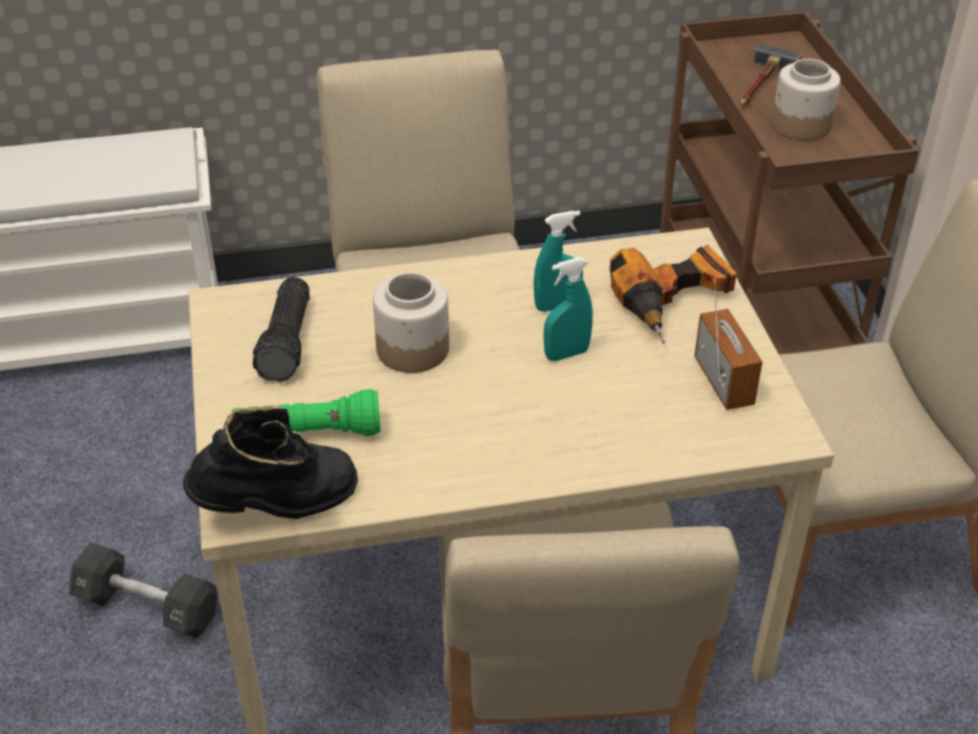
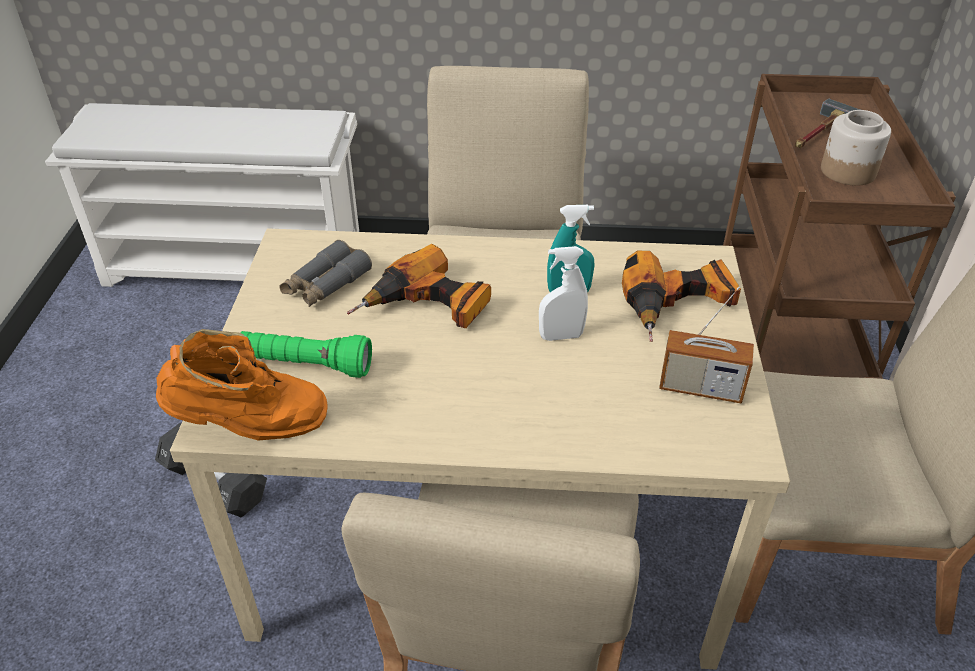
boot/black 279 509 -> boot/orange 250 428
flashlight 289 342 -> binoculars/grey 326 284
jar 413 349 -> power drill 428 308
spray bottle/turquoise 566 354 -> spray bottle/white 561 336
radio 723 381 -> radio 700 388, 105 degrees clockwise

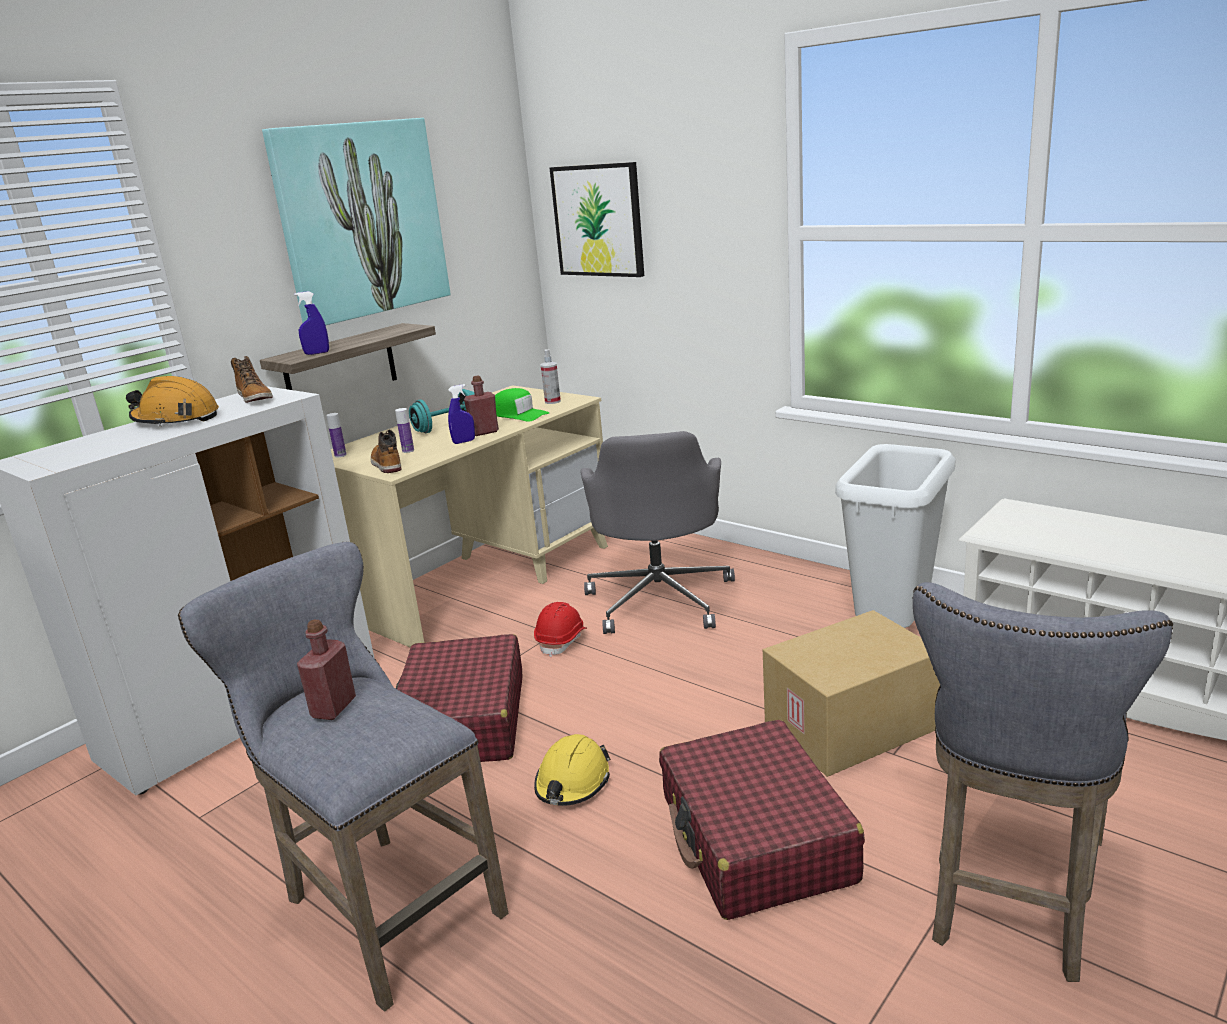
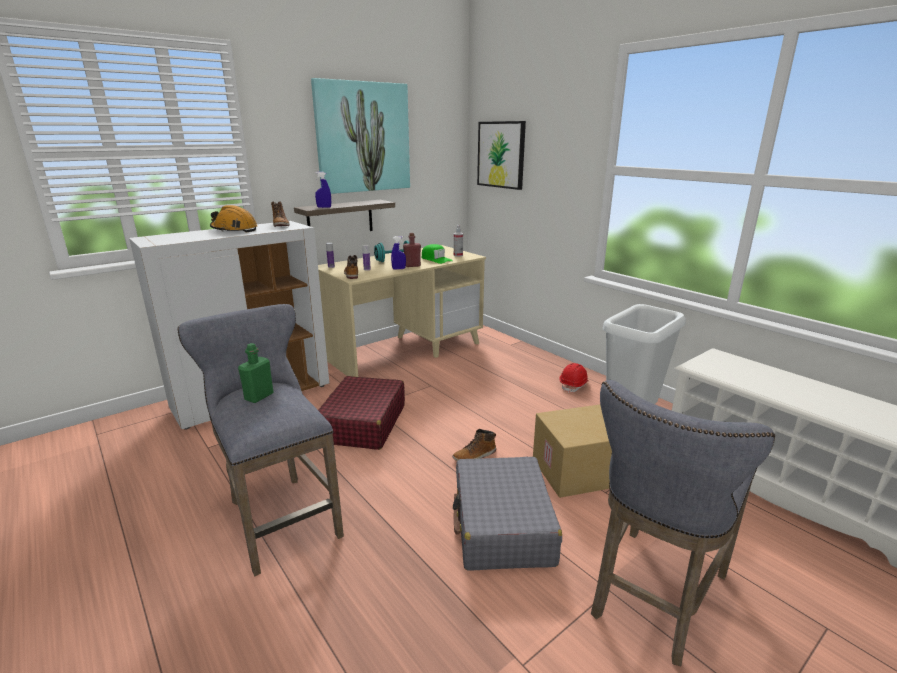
bottle/red 333 708 -> bottle/green 259 396
none -> boot 475 456
suitcase/red 756 839 -> suitcase/grey 502 525
hard hat/red 562 640 -> hard hat/red 574 385, relocated
hard hat/yellow 572 783 -> none
office chair/grey 660 599 -> none

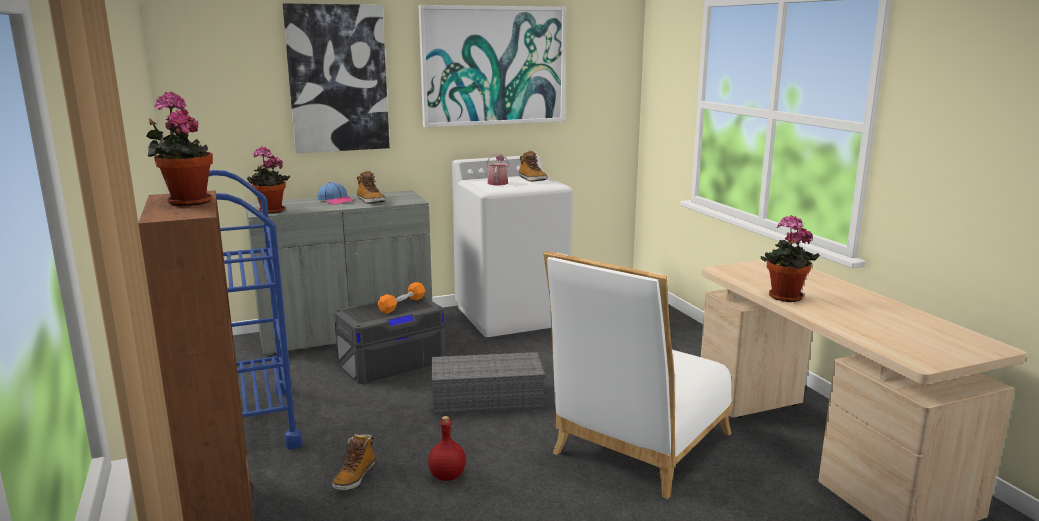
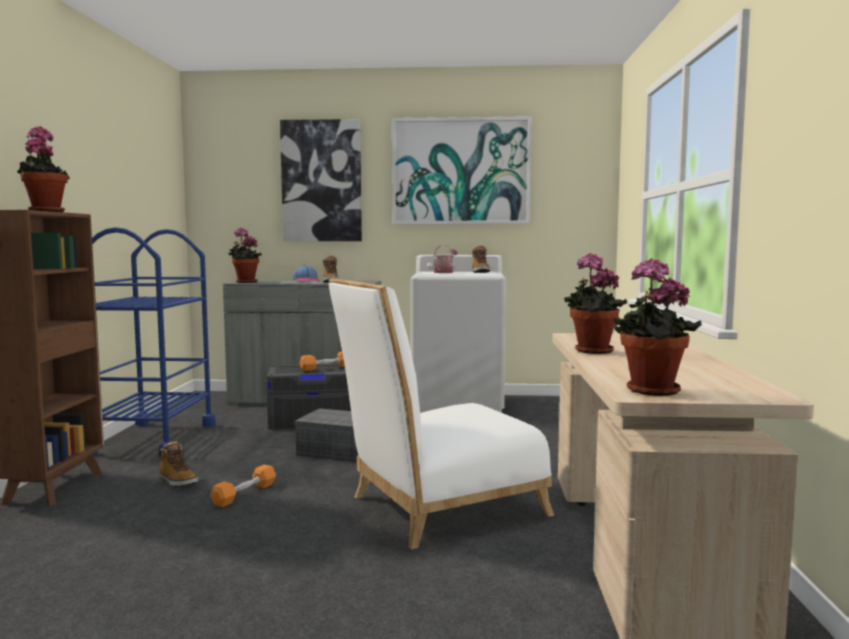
boot 355 477 -> boot 177 481, 90 degrees counterclockwise
bottle/red 446 476 -> dumbbell/orange 244 494
none -> potted plant 650 391

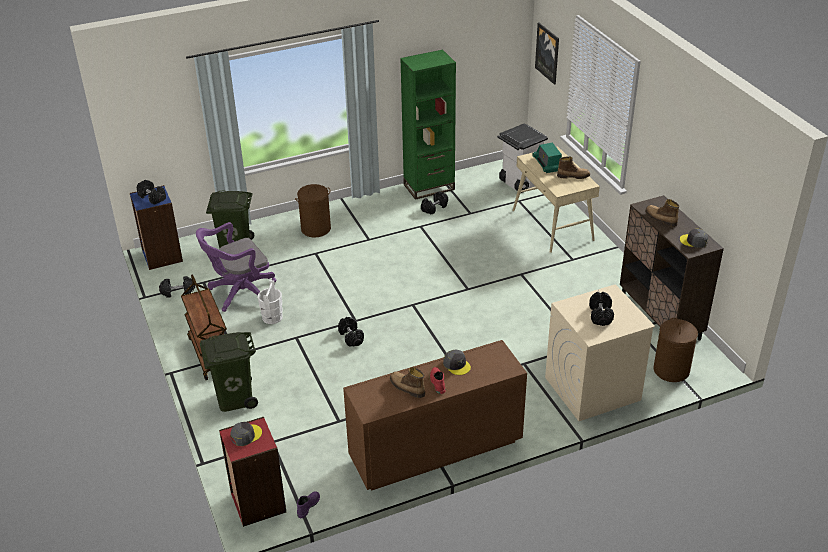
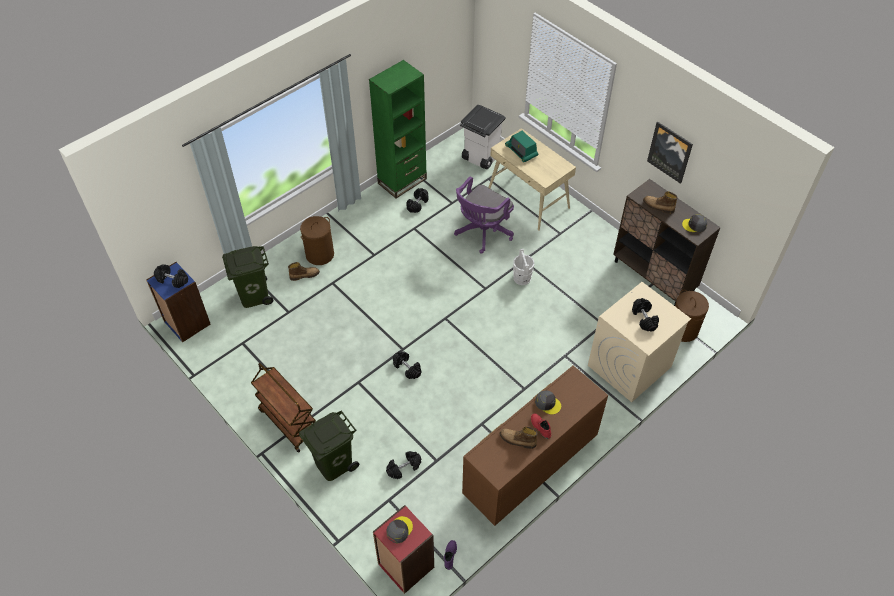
boot 573 176 -> boot 304 275, relocated
dumbbell/black 178 292 -> dumbbell/black 404 467, relocated
office chair/purple 239 293 -> office chair/purple 482 233, relocated
bucket/white 272 317 -> bucket/white 522 278, relocated
picture 547 53 -> picture 670 152, relocated

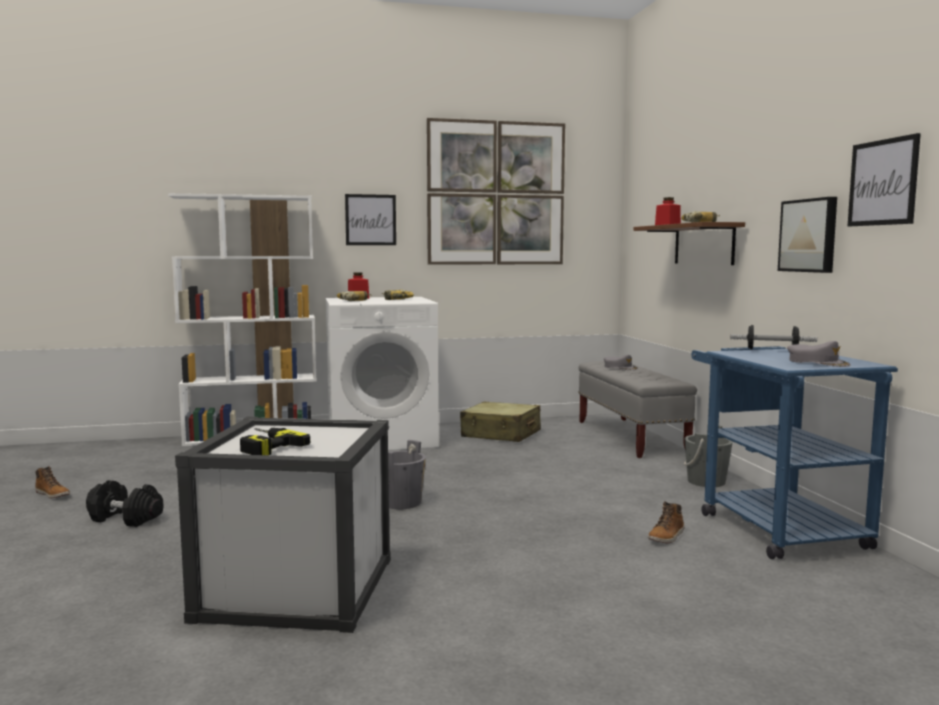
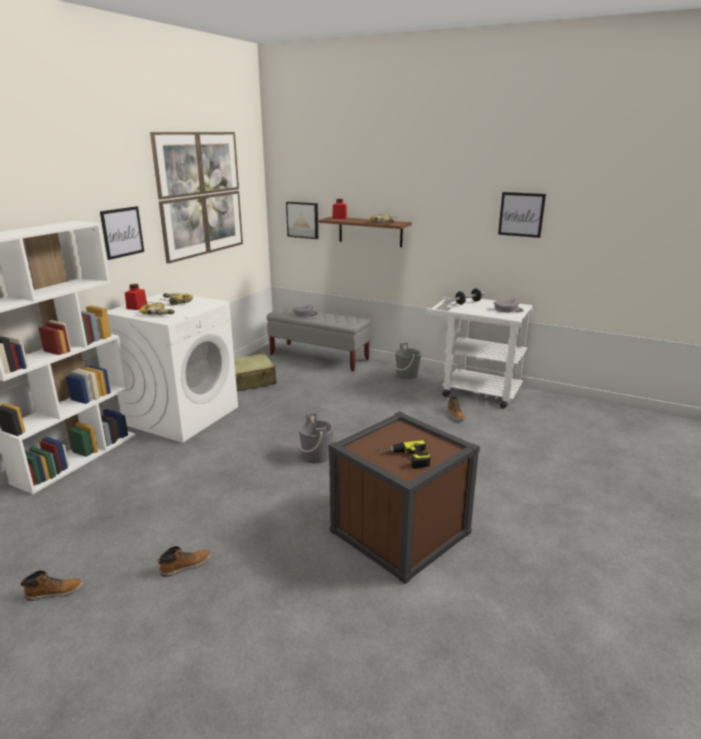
dumbbell/black 126 518 -> boot 185 565
picture 809 235 -> picture 303 220, relocated
storage box/white 297 588 -> storage box/brown 400 532
cart/blue 773 526 -> cart/white 473 390

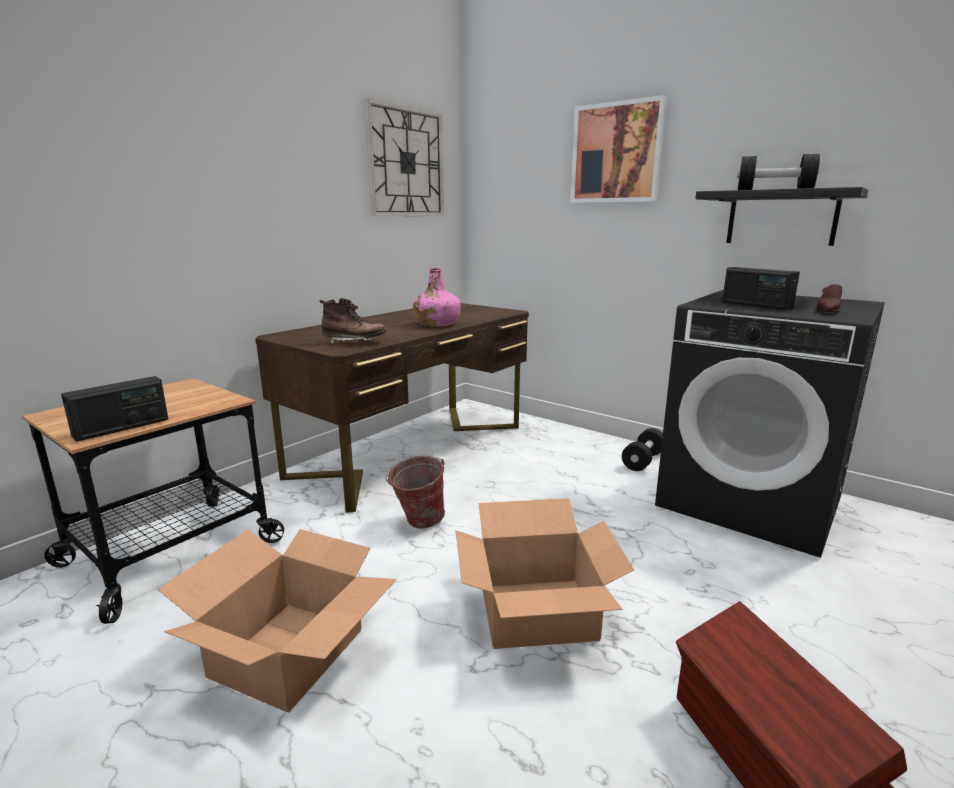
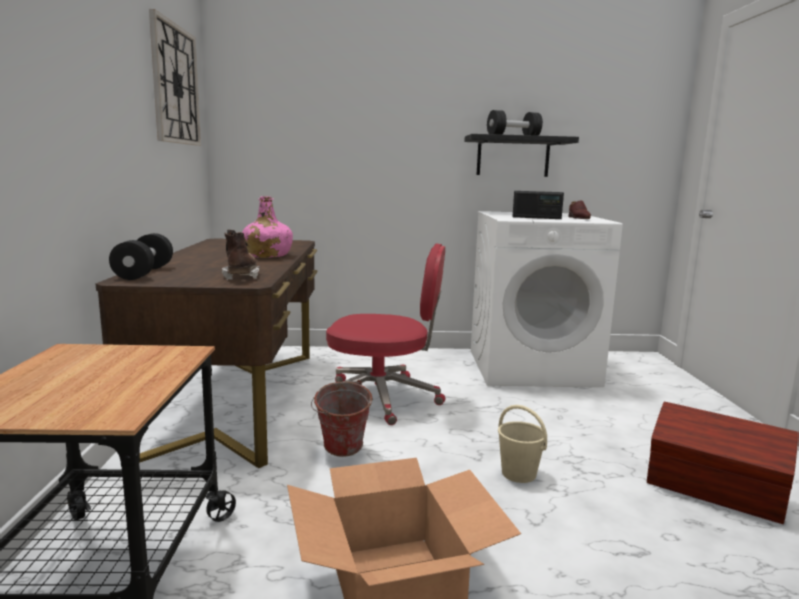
dumbbell/black 643 461 -> dumbbell/black 144 273, relocated
boot/brown 354 342 -> boot/brown 241 276, 60 degrees counterclockwise
none -> office chair/red 383 398
washing machine/black 750 501 -> washing machine/white 532 367
cardboard box 538 613 -> bucket/beige 519 474
radio 122 428 -> none
picture 616 153 -> none

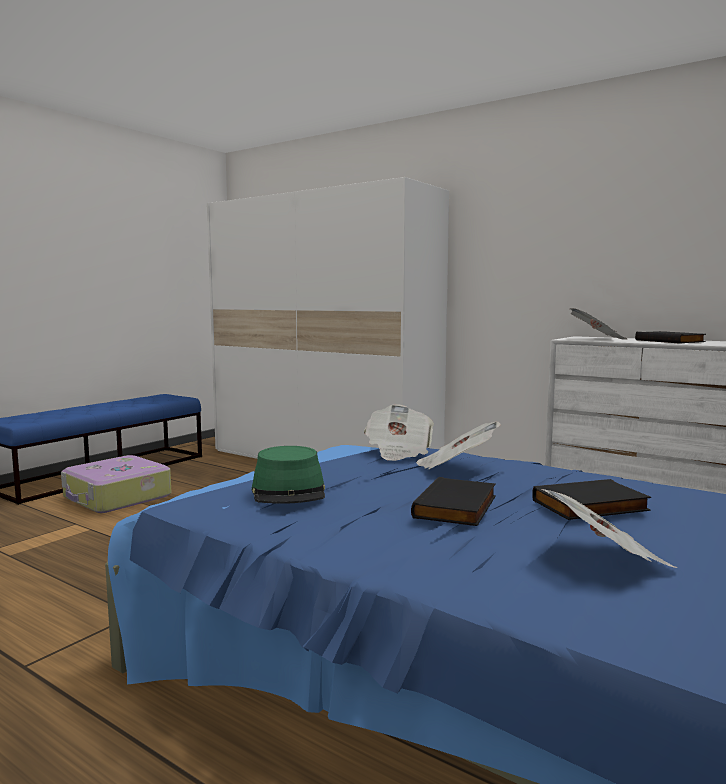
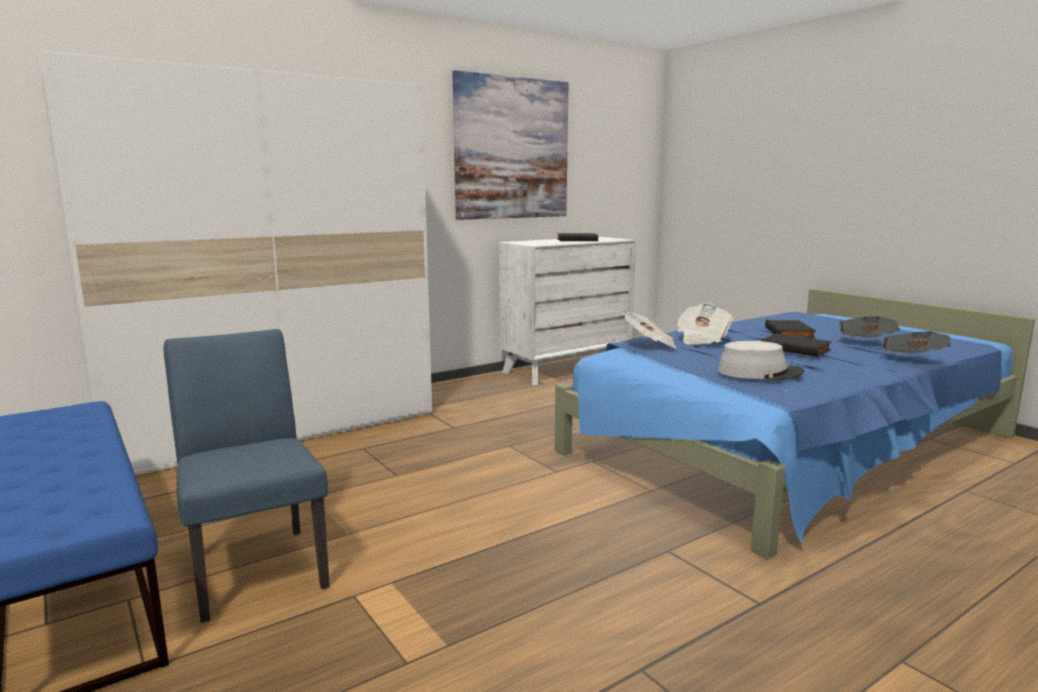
suitcase 117 497 -> chair/blue 255 564
none -> picture 512 149
hat/green 289 491 -> hat/grey 759 372
newspaper 597 339 -> newspaper 912 360, relocated

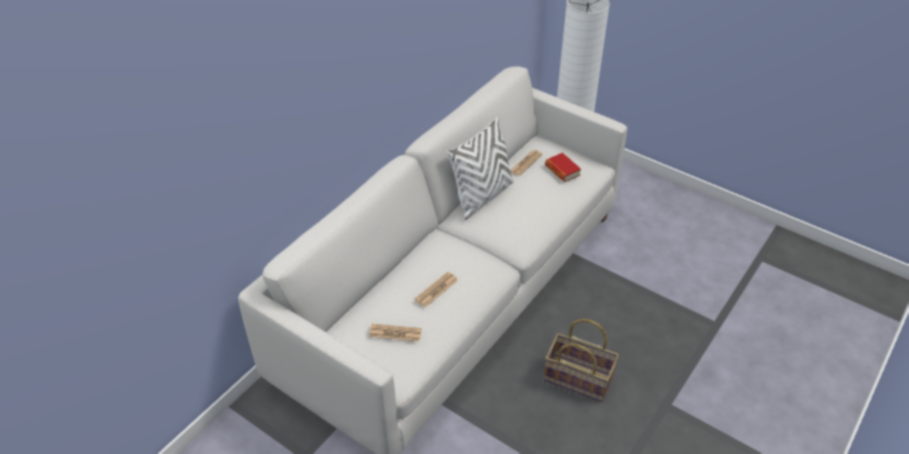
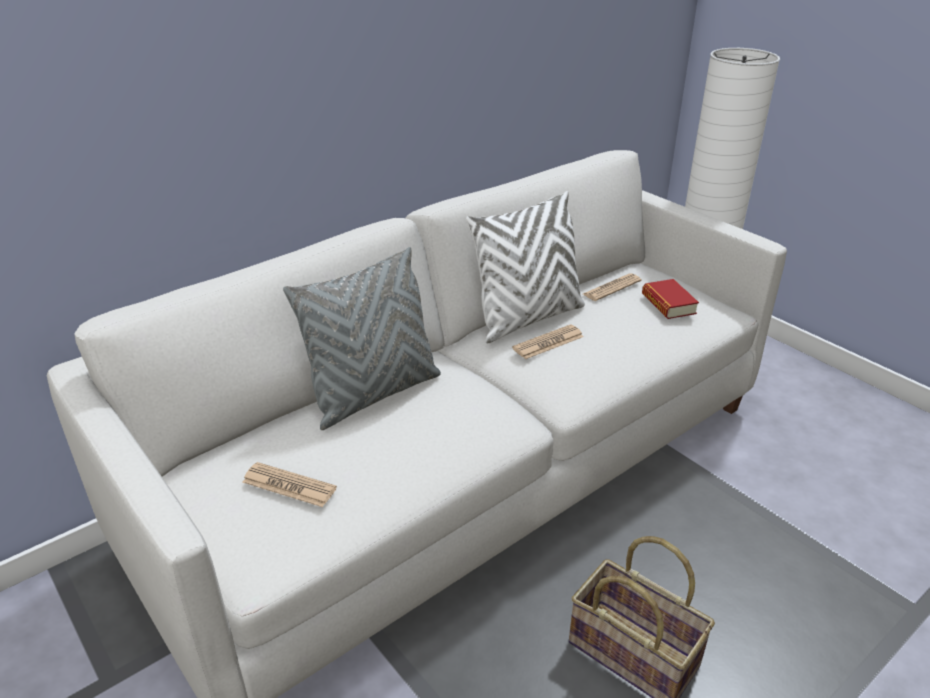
none -> pillow/grey 373 394
newspaper 436 290 -> newspaper 548 343, relocated

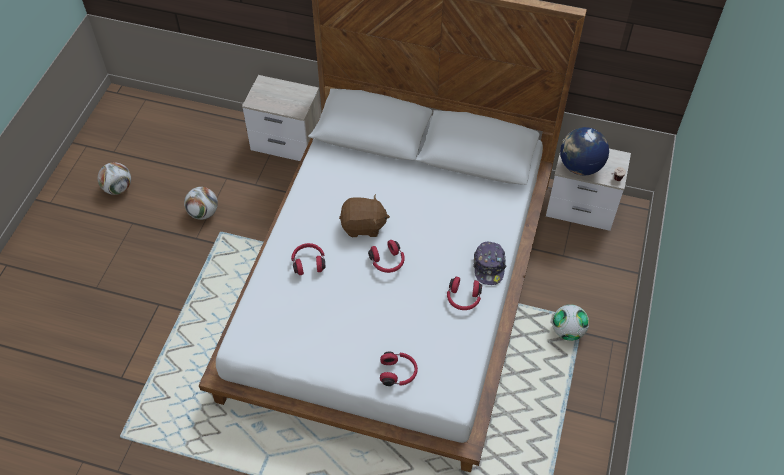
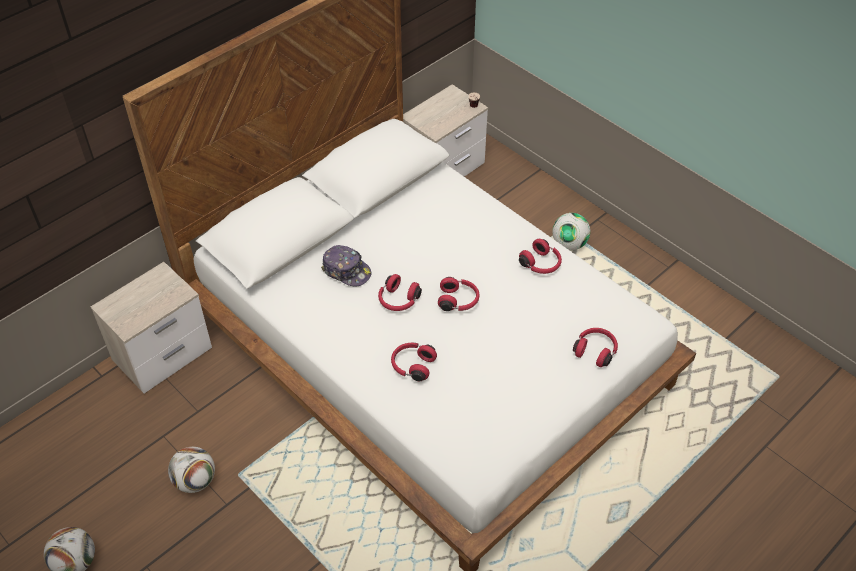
cap 489 266 -> cap 346 271, relocated
plush toy/brown 363 226 -> headphones/red 398 300
globe 580 166 -> none

